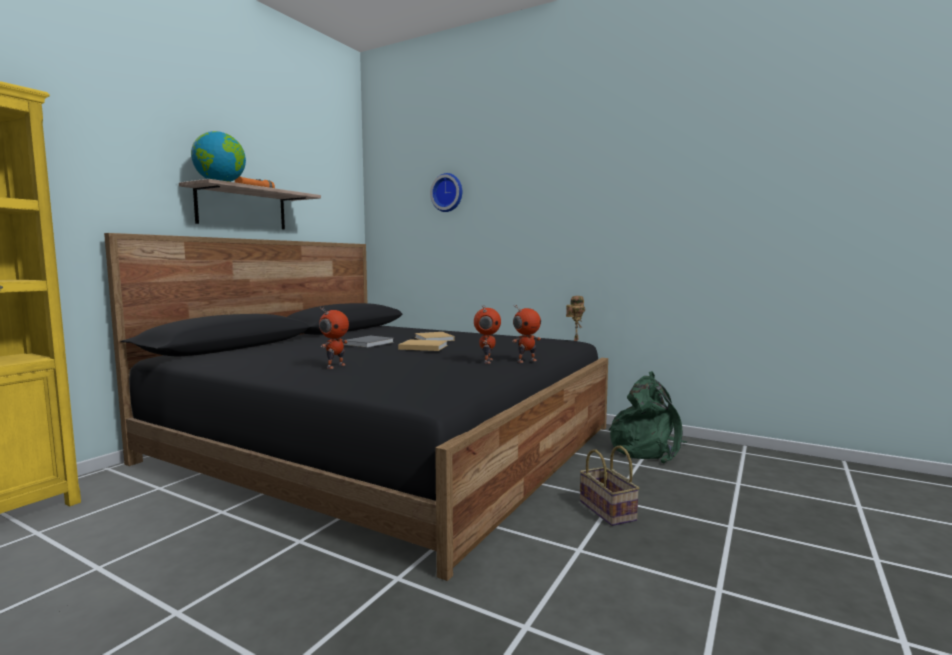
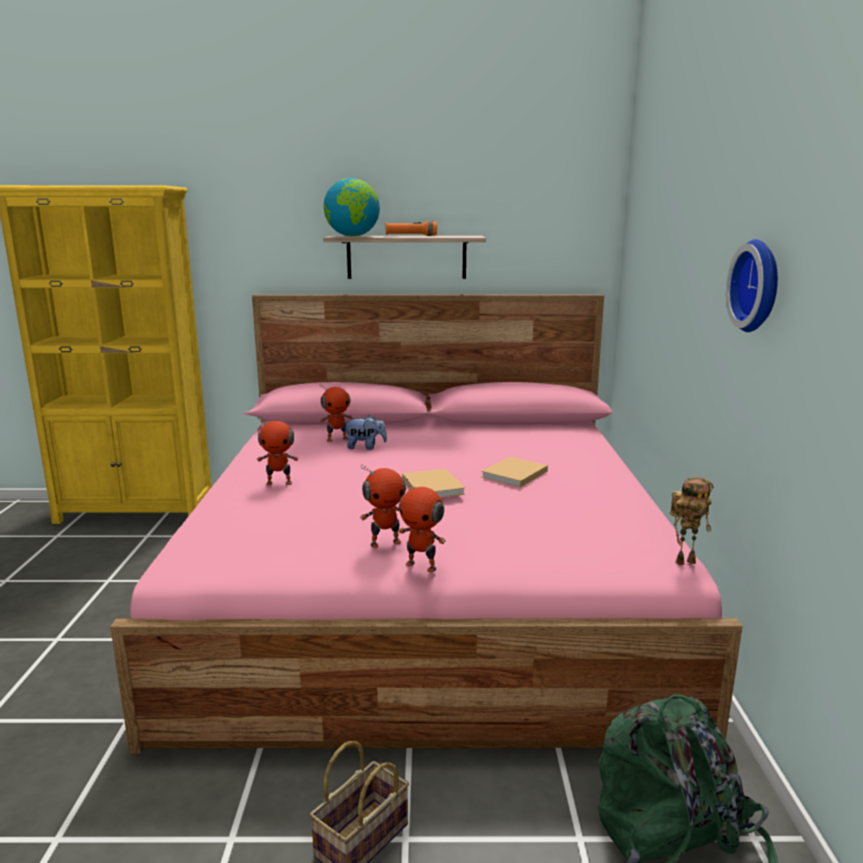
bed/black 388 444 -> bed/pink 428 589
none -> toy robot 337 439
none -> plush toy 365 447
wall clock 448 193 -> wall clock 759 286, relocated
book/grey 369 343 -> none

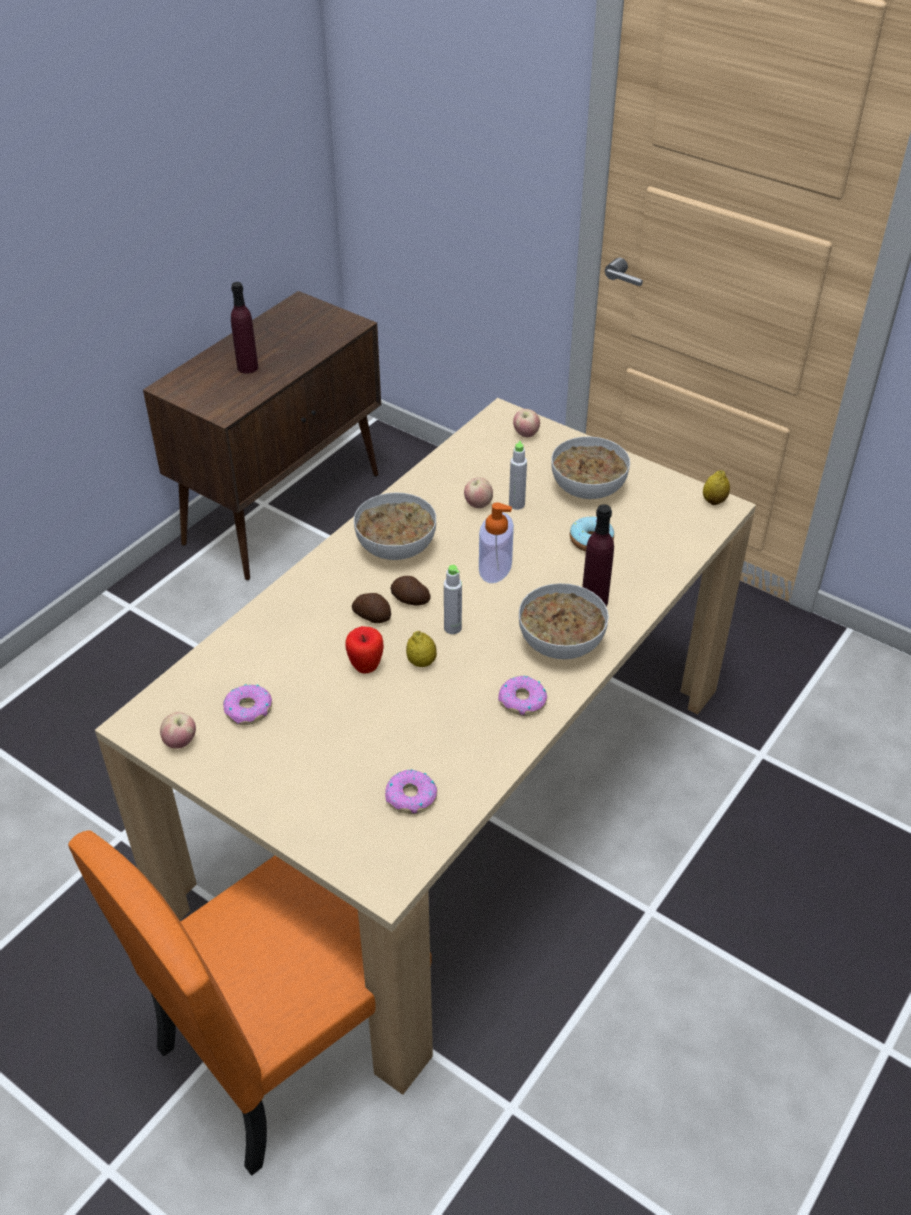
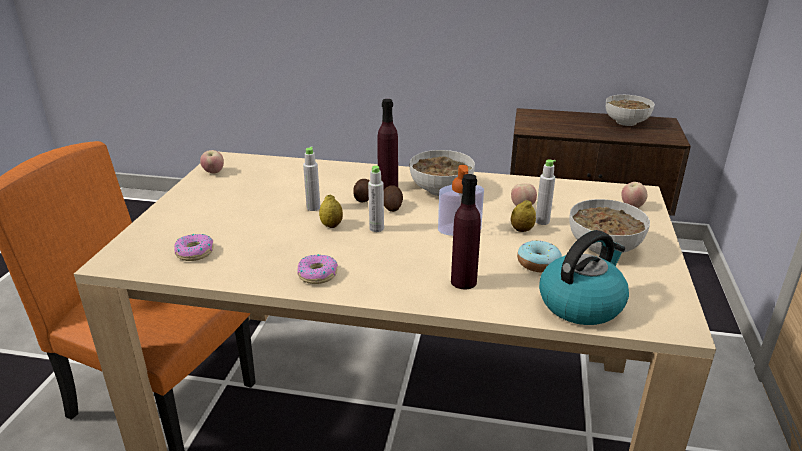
apple 366 666 -> bottle/grey 313 208
bottle/purple 247 367 -> bottle/purple 388 186, relocated
lemon 714 501 -> lemon 522 230, relocated
none -> kettle 581 303
bowl 559 643 -> bowl 625 122, relocated
donut 248 710 -> none

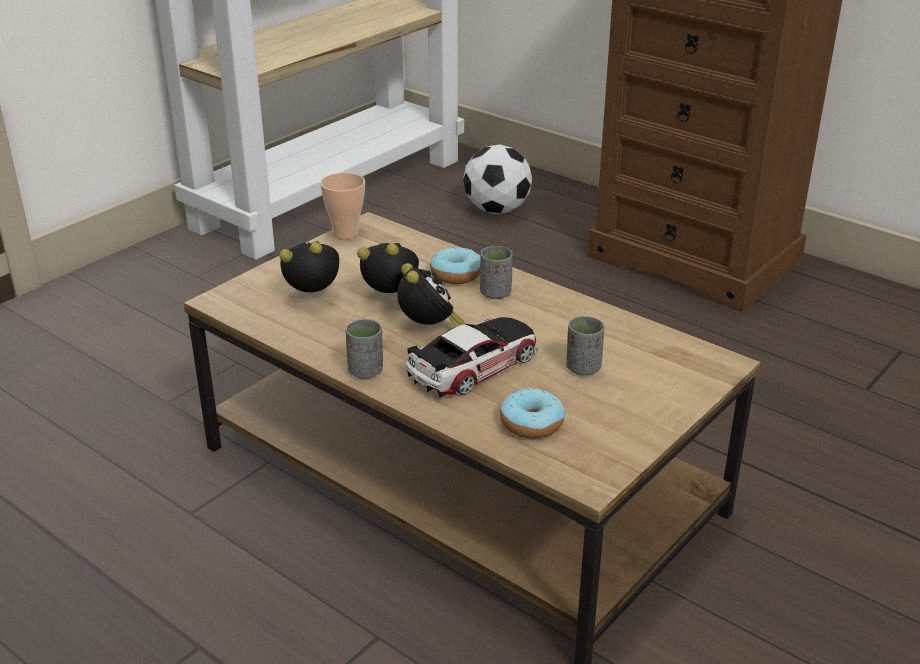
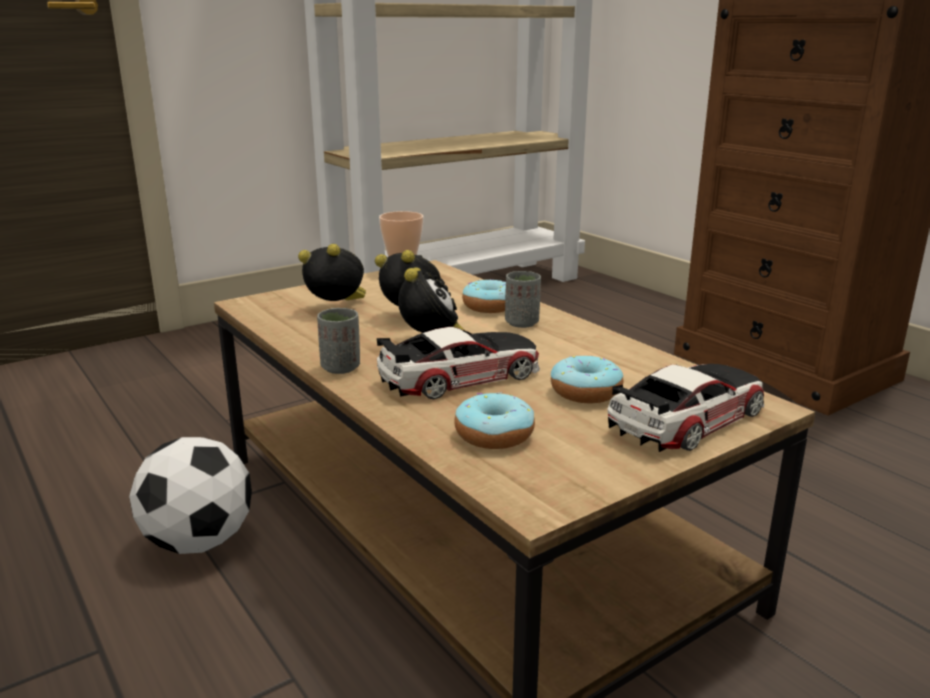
football 497 210 -> football 199 542, relocated
cup/grey 583 368 -> donut 585 392
none -> toy car 687 418

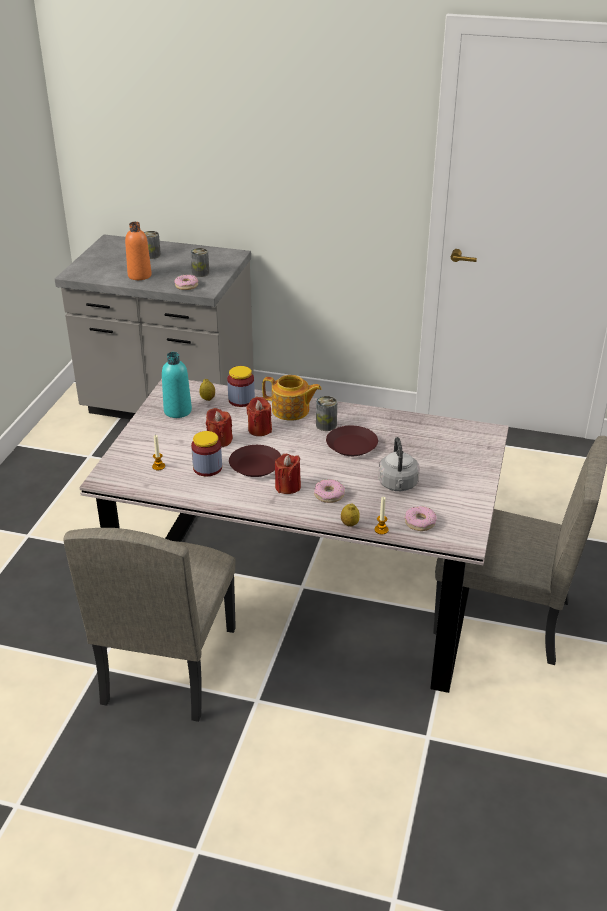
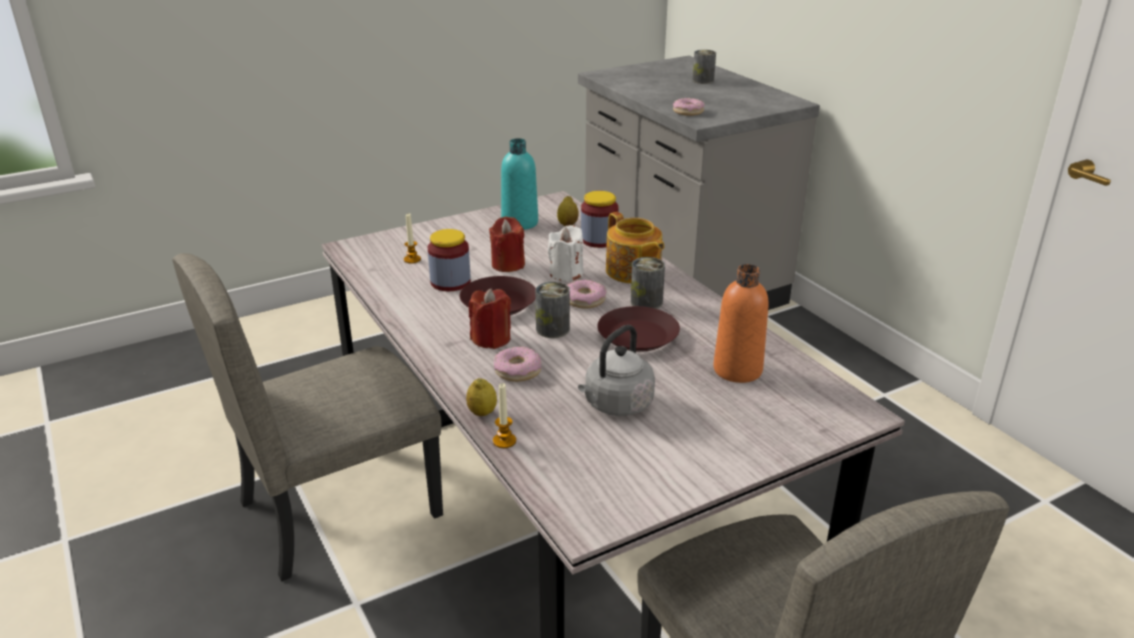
can 200 273 -> can 552 329, relocated
candle/red 260 429 -> candle/white 566 273
donut 419 522 -> donut 585 300, relocated
bottle/orange 139 275 -> bottle/orange 737 370, relocated

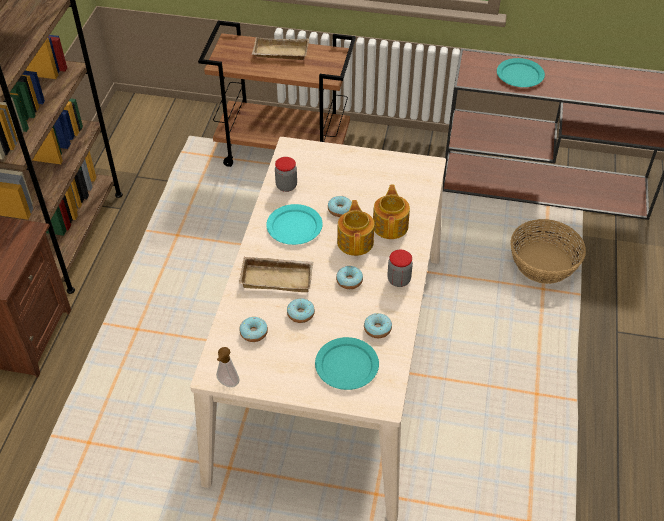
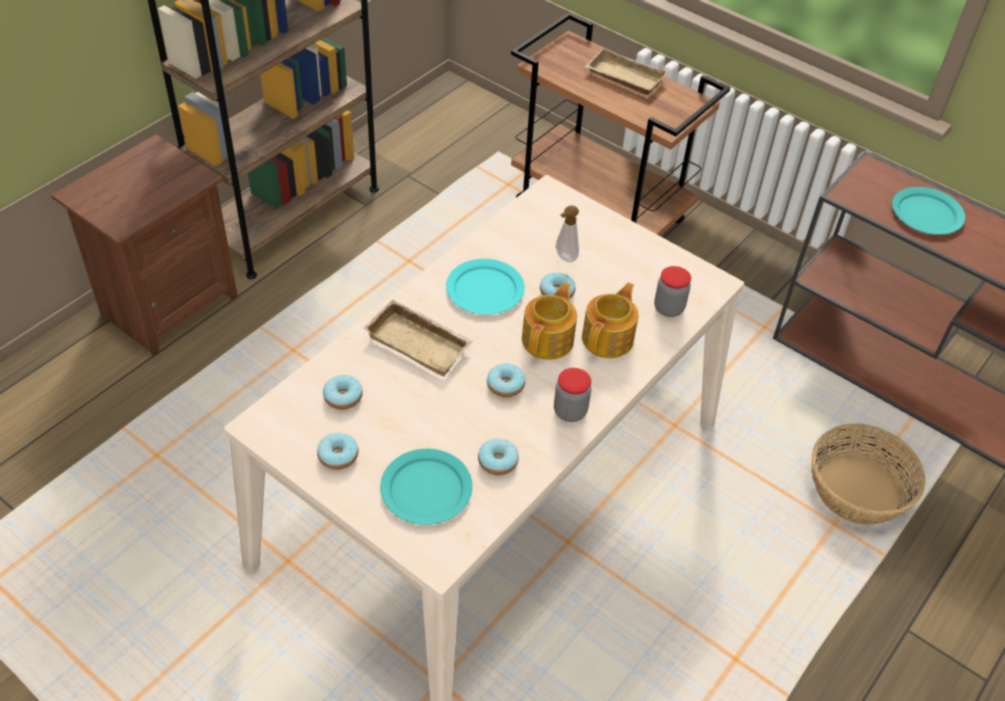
donut 300 314 -> donut 338 456, relocated
soap dispenser 227 384 -> soap dispenser 564 258, relocated
jar 286 186 -> jar 668 308, relocated

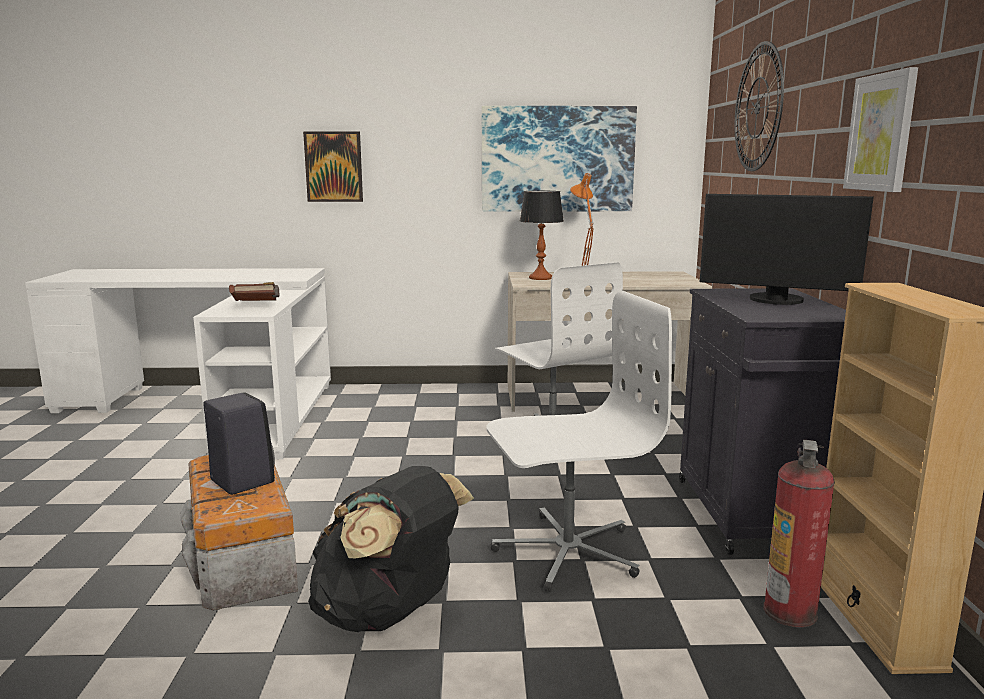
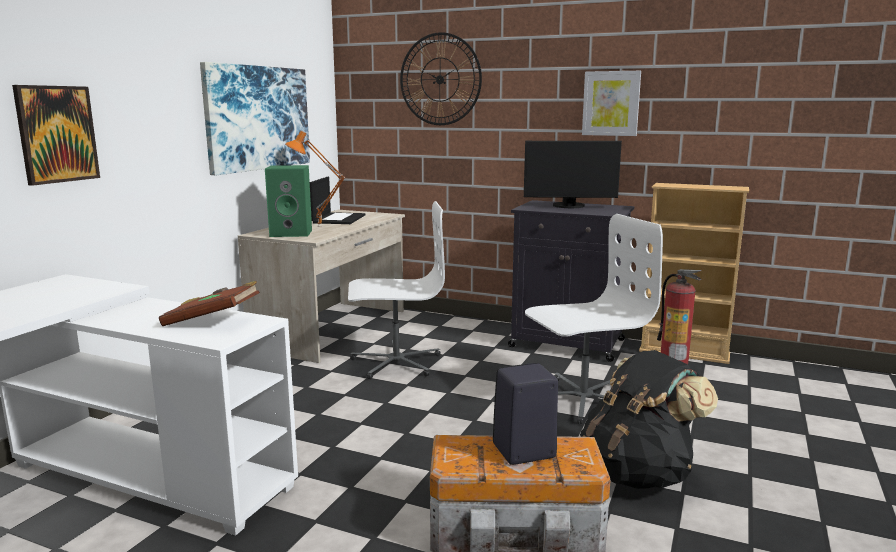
table lamp 541 278 -> speaker/green 292 233
none -> laptop 338 219
monitor 776 301 -> monitor 569 206, 45 degrees clockwise
office chair/white 566 551 -> office chair/white 582 399, 60 degrees clockwise

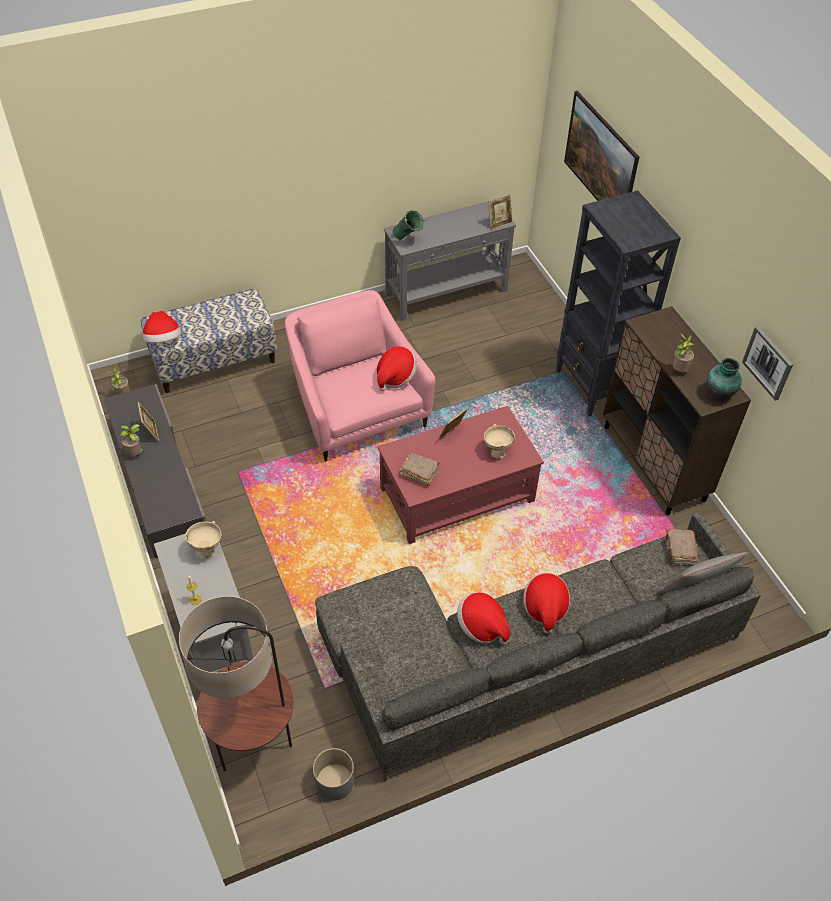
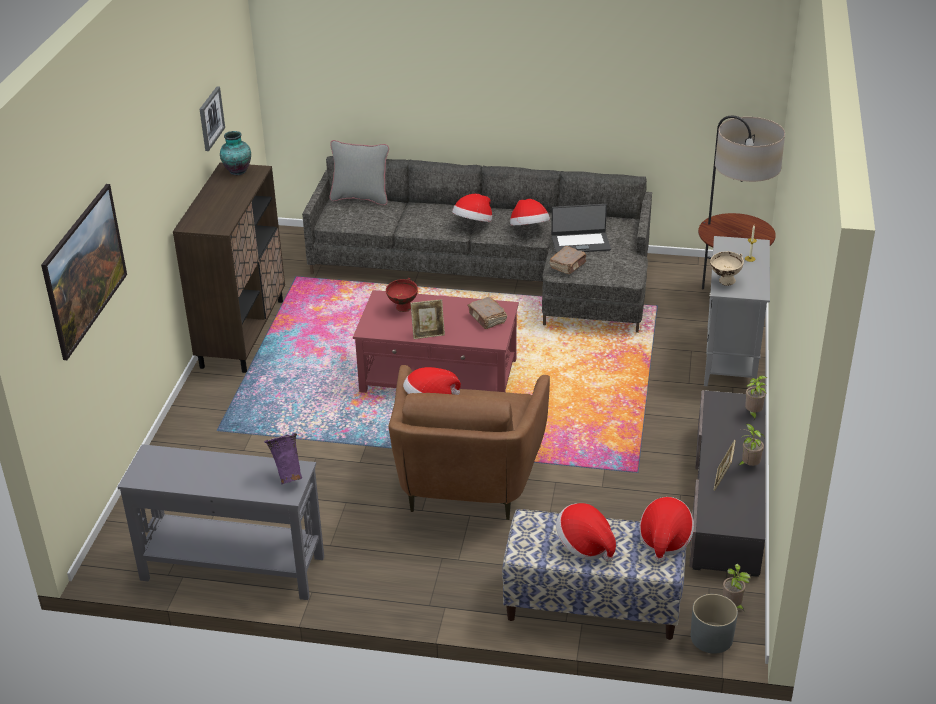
vase/green 408 240 -> vase/purple 287 476
bowl/beige 497 450 -> bowl/red 402 309
armchair/pink 356 409 -> armchair/brown 466 481
book/brown 679 551 -> book/brown 568 266, relocated
none -> laptop 580 243
none -> hat 585 545
planter/grey 334 782 -> planter/grey 712 637, relocated
potted plant 678 370 -> potted plant 753 414, relocated
picture frame 499 223 -> none
bookcase/black 595 387 -> none

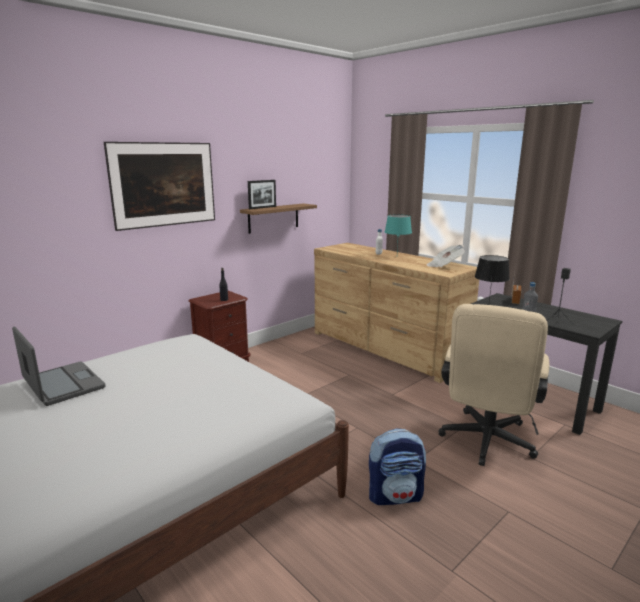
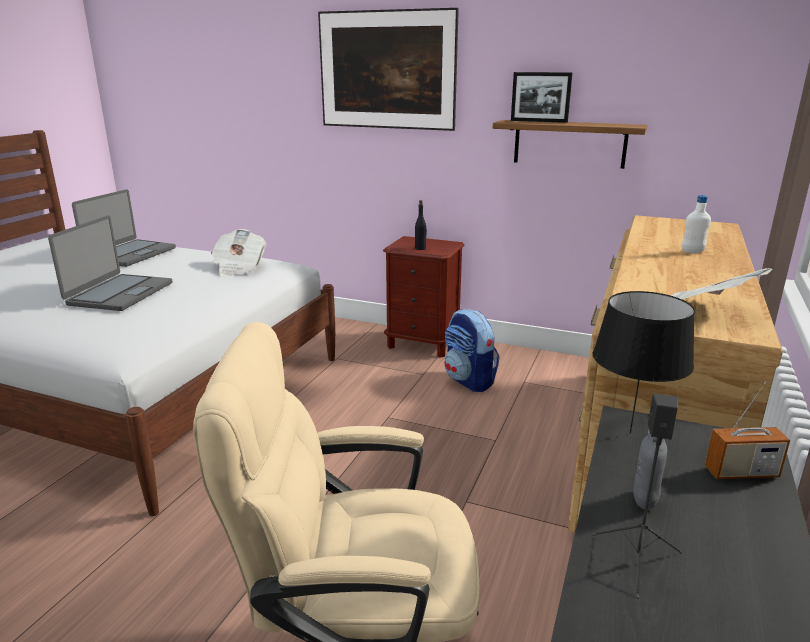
none -> laptop 119 293
none -> newspaper 239 267
backpack 395 496 -> backpack 469 381, relocated
table lamp/turquoise 396 256 -> none

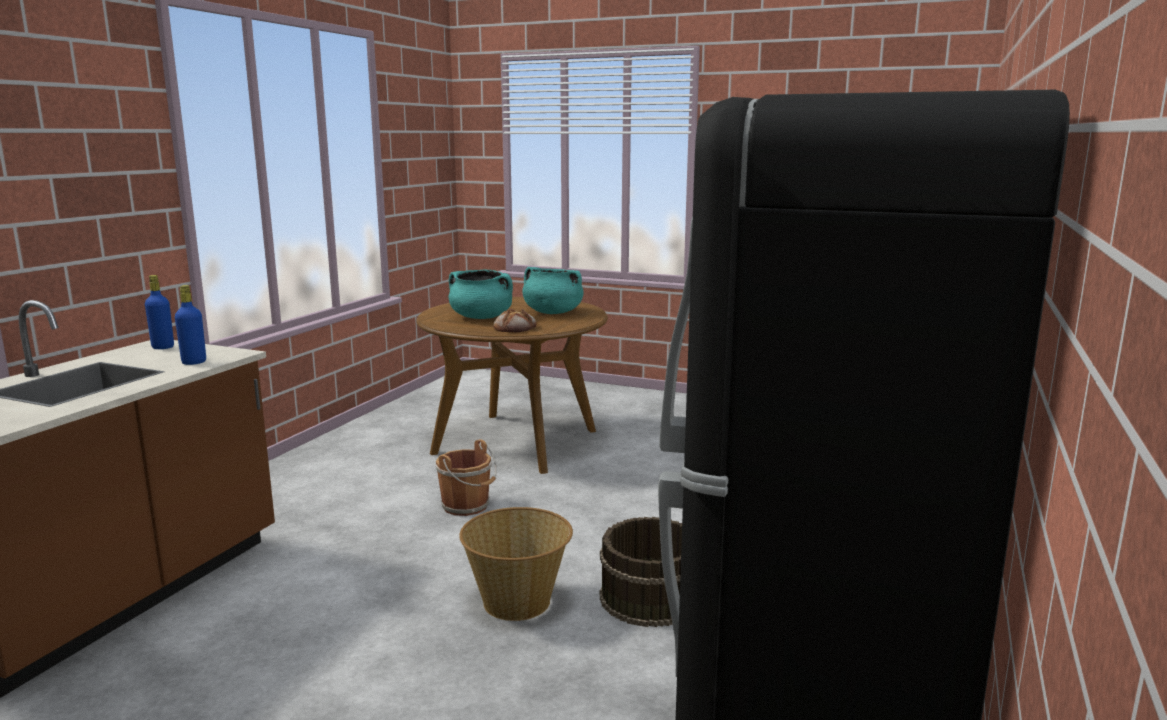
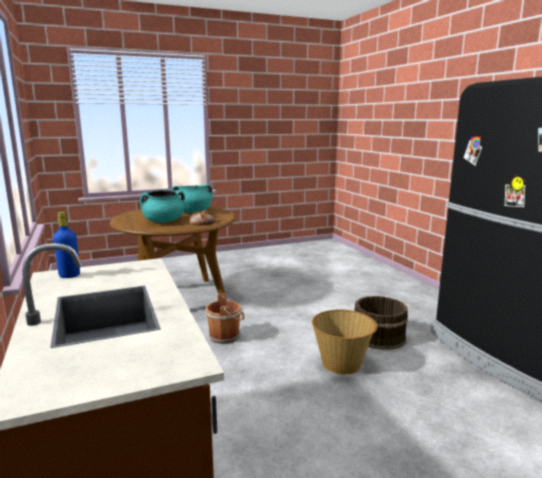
bottle/blue 194 362 -> none

